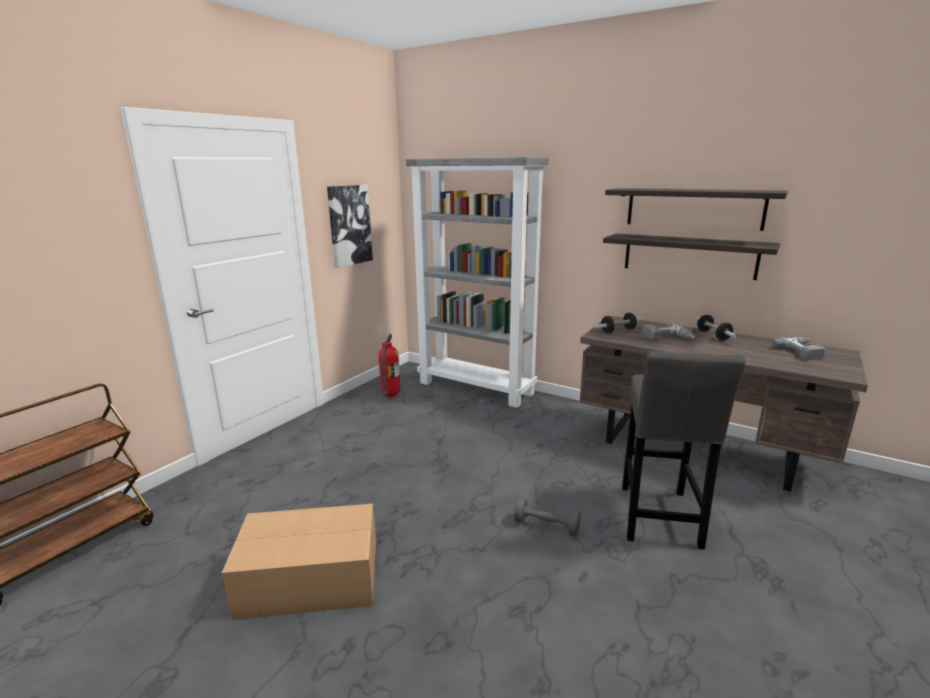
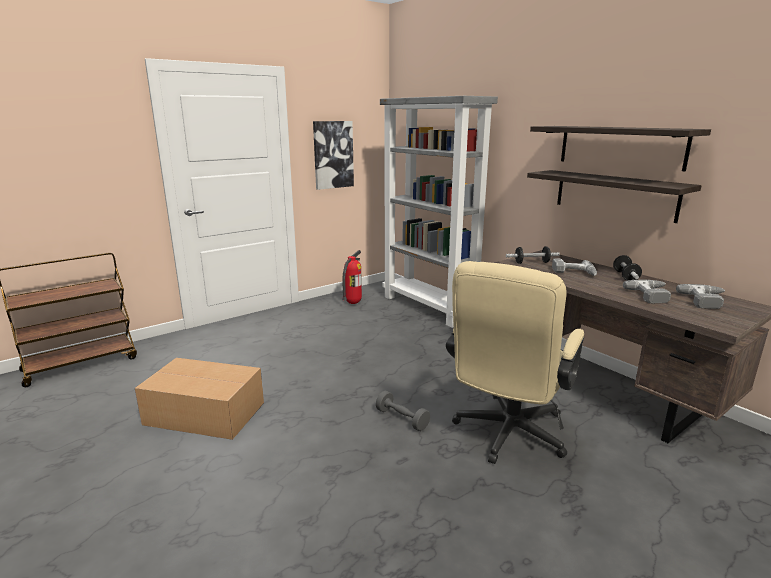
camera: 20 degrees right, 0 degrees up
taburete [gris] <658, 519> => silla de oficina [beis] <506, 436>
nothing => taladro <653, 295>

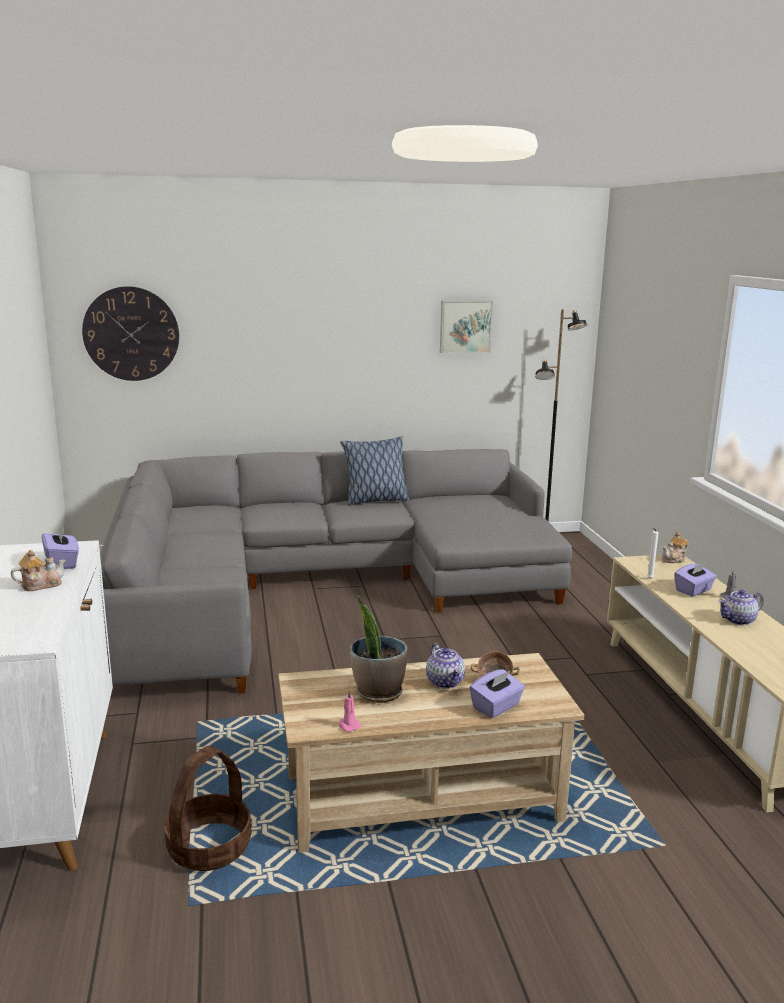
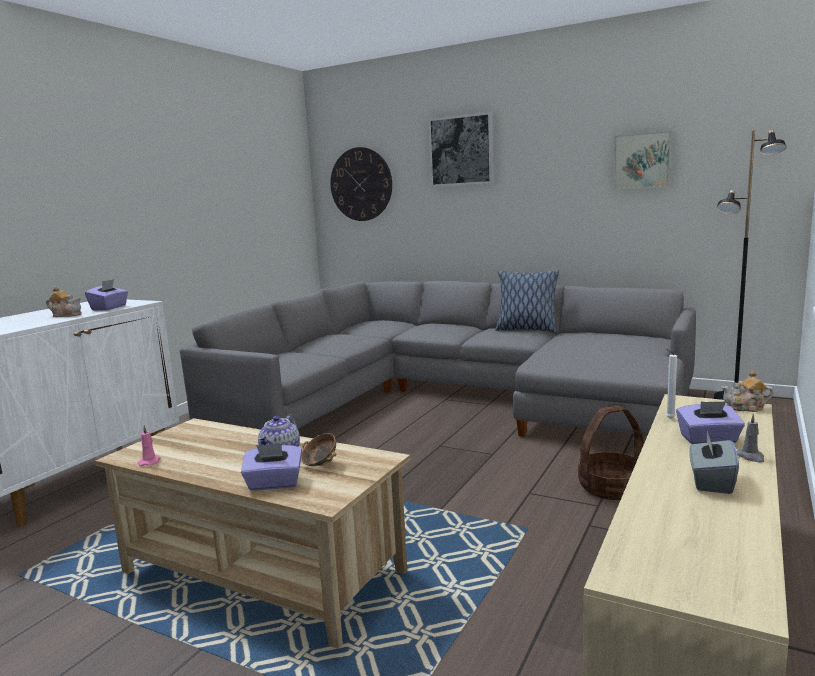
camera: 40 degrees right, 5 degrees down
tetera <738, 620> => caja de pañuelos [gris] <711, 481>
planta en maceta <378, 692> => nothing
cesta <209, 848> => cesta <611, 488>, move
nothing => cuadro <461, 150>

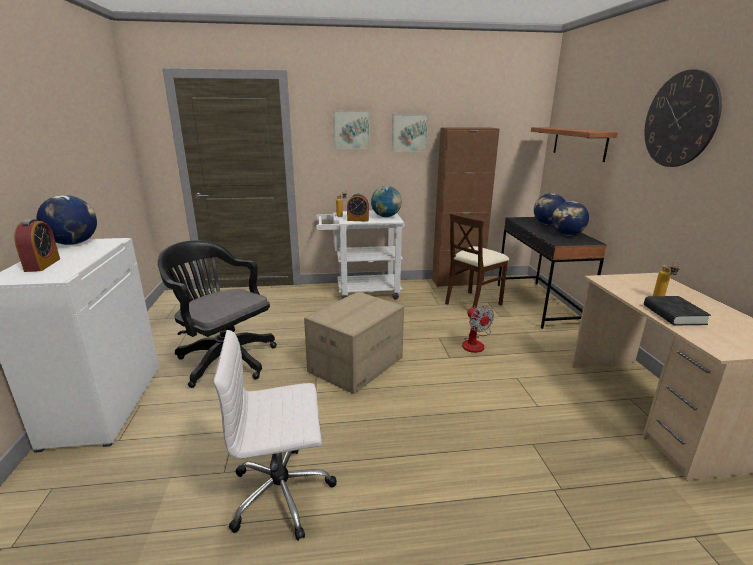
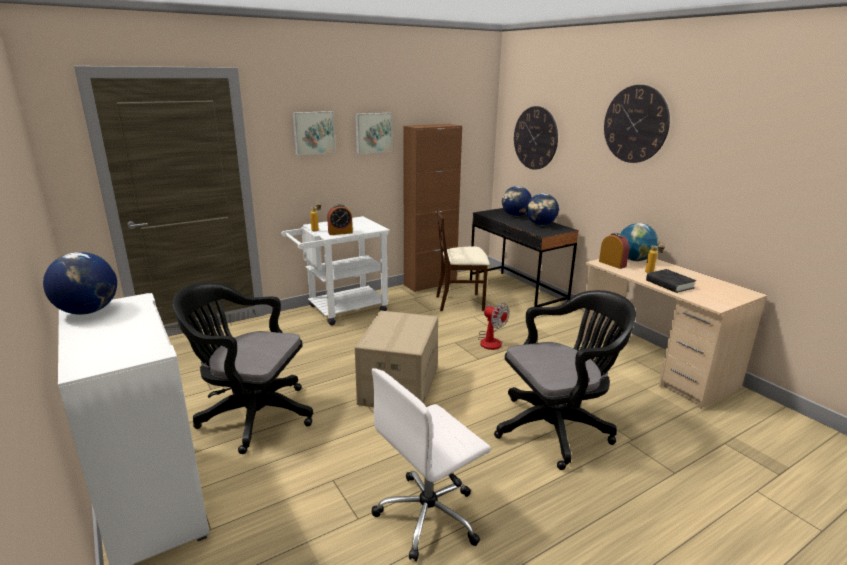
camera: 25 degrees left, 0 degrees up
estante <579, 143> => reloj de pared <535, 138>
globo terráqueo <386, 216> => globo terráqueo <634, 260>, move
silla [beis] <473, 303> => silla [beis] <460, 302>, 60 degrees clockwise
despertador <42, 265> => despertador <612, 264>, move
nothing => silla de oficina [negro] <557, 428>

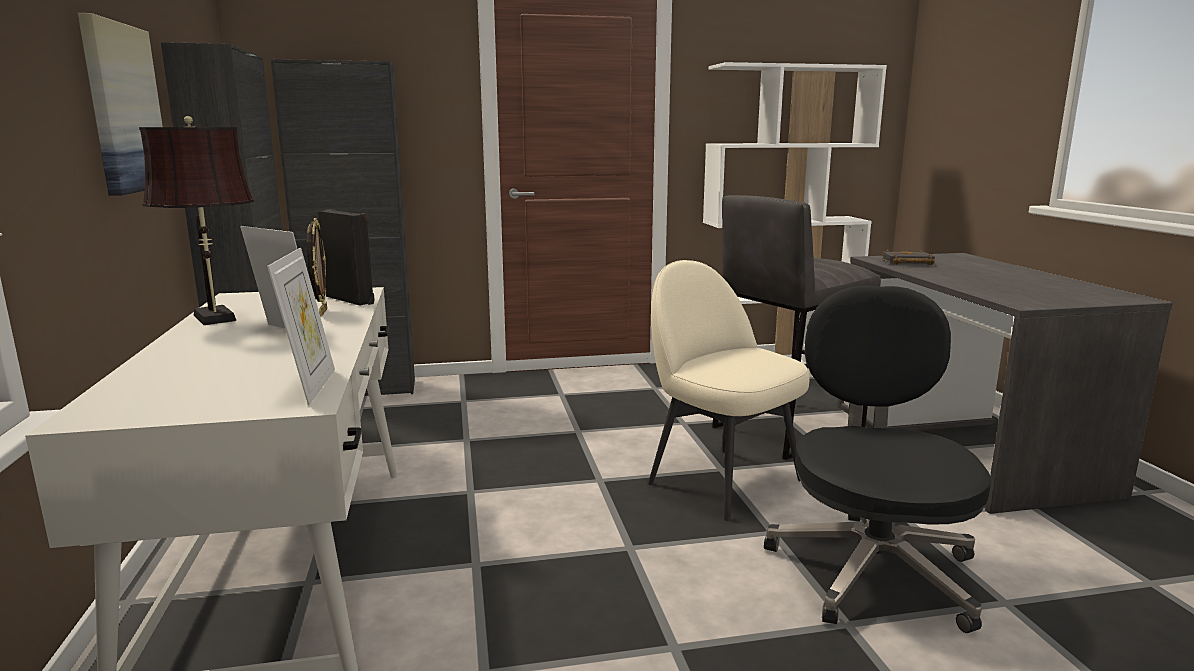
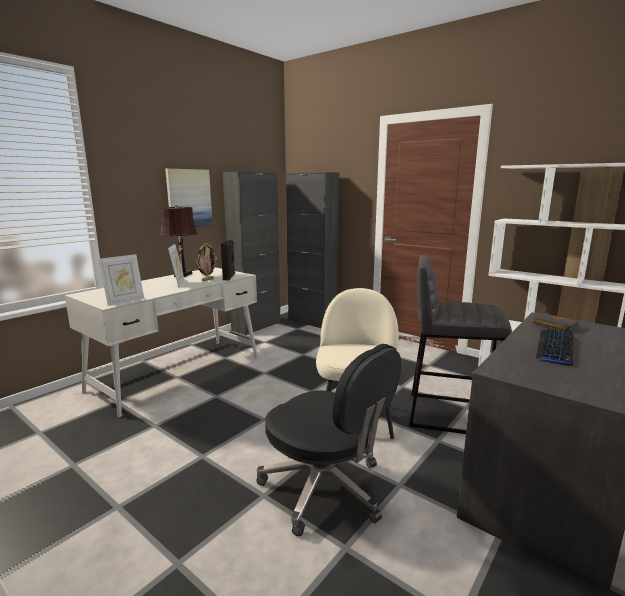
camera: 50 degrees right, 0 degrees up
silla de oficina [negro] <872, 568> => silla de oficina [negro] <325, 488>, 75 degrees clockwise
nothing => teclado <555, 347>

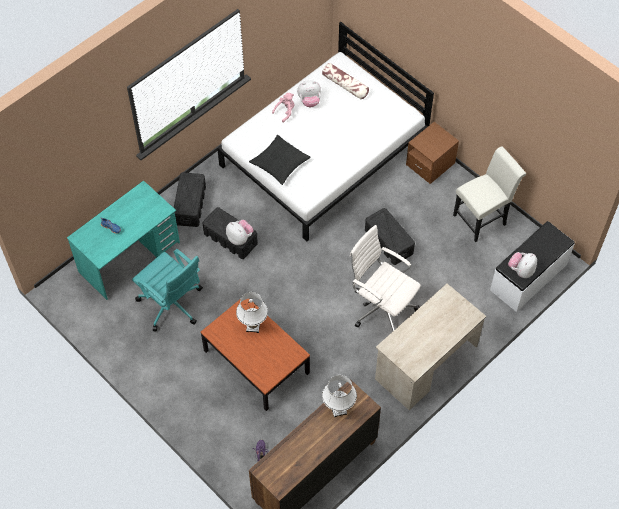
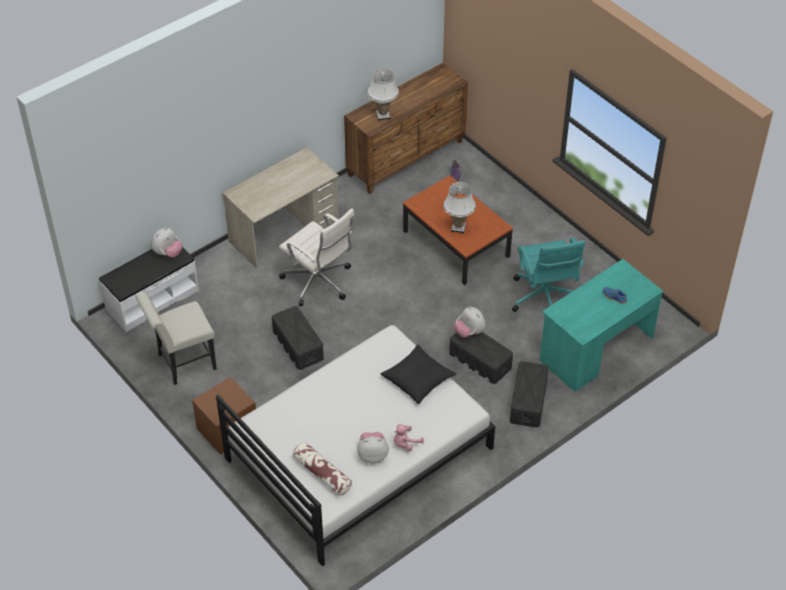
camera: 175 degrees left, 10 degrees down
silla de oficina [turquesa] <172, 305> => silla de oficina [turquesa] <545, 299>, 150 degrees counterclockwise

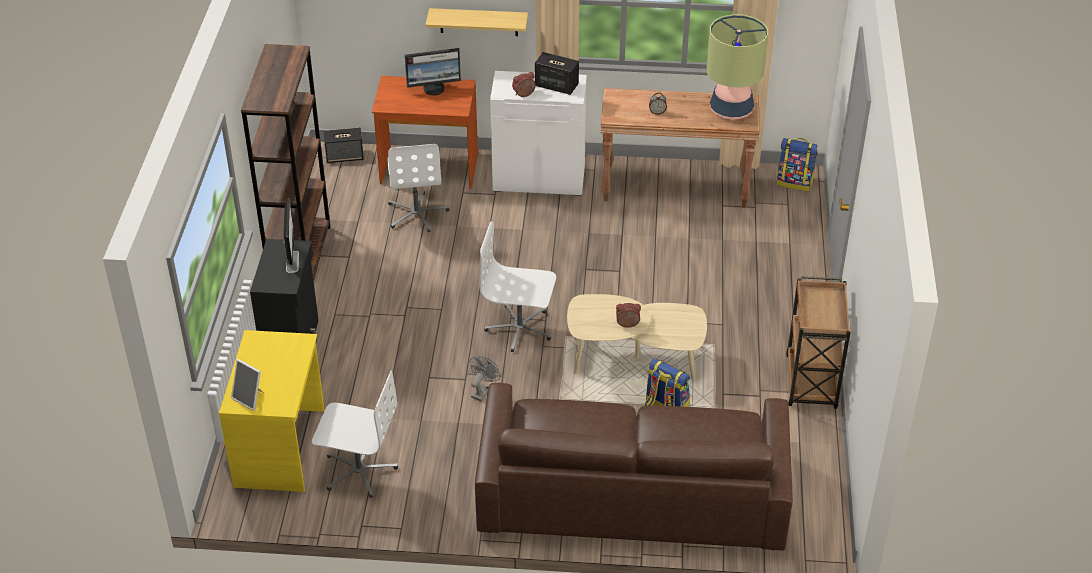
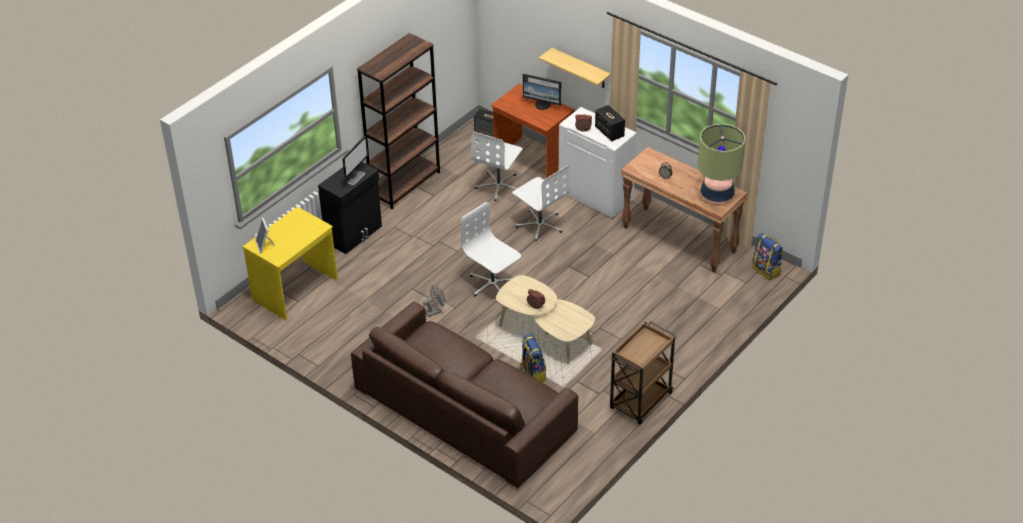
camera: 35 degrees right, 0 degrees up
silla de oficina [blanco] <359, 470> => silla de oficina [blanco] <540, 225>, move

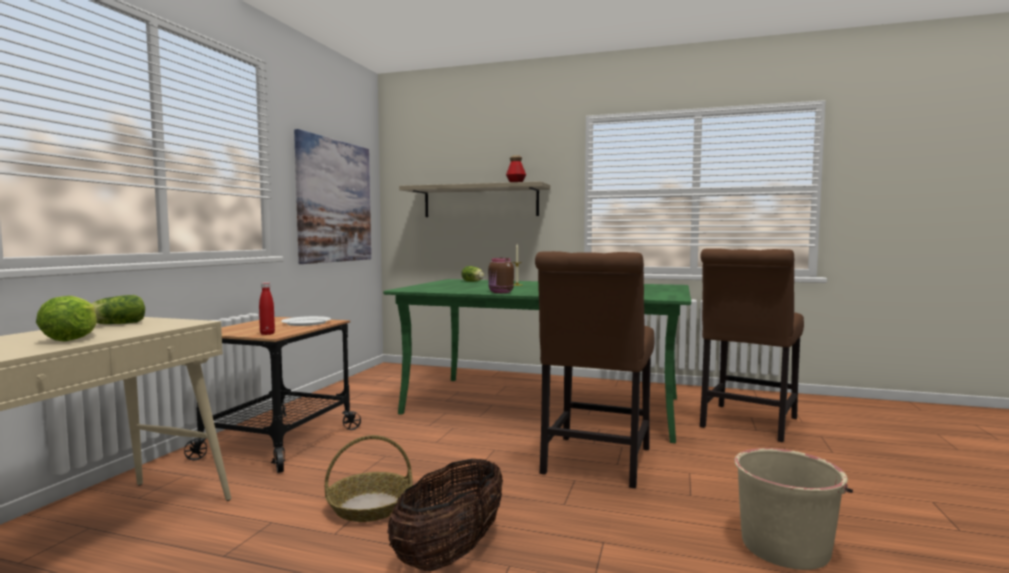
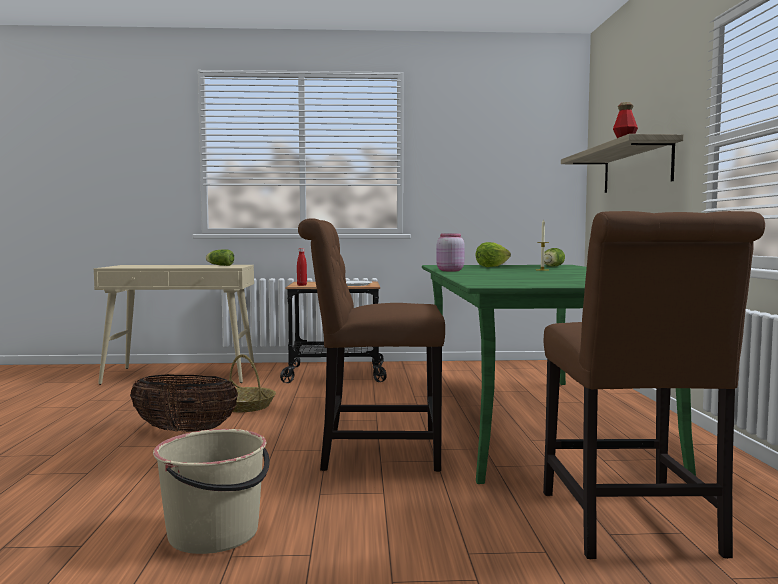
camera: 70 degrees right, 0 degrees up
cuadro <334, 201> => nothing
silla [marrón] <747, 424> => silla [marrón] <631, 528>, 105 degrees counterclockwise
tarro [marrón] <500, 292> => tarro [rosa] <449, 270>
lechuga <71, 338> => lechuga <491, 267>, move

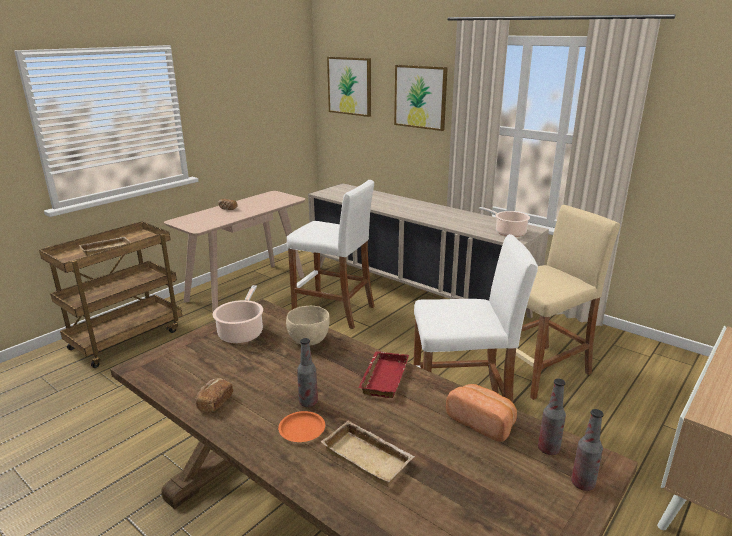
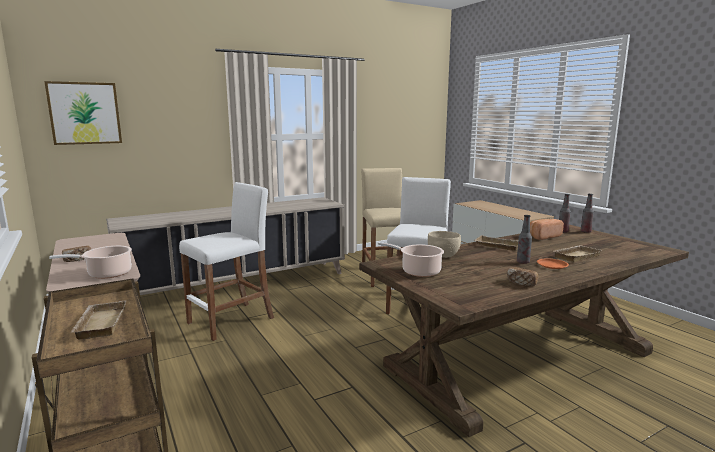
camera: 70 degrees left, 10 degrees down
cuadro <420, 97> => nothing
olla <508, 232> => olla <106, 274>, move
bandeja [rojo] <382, 377> => bandeja [beis] <497, 246>

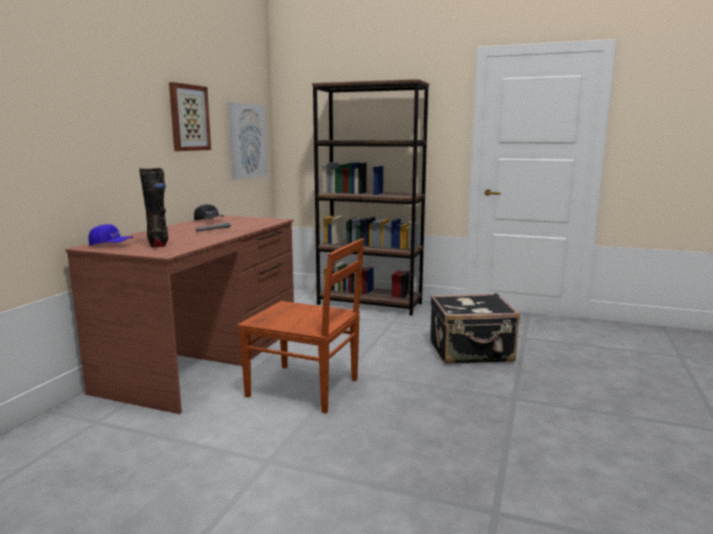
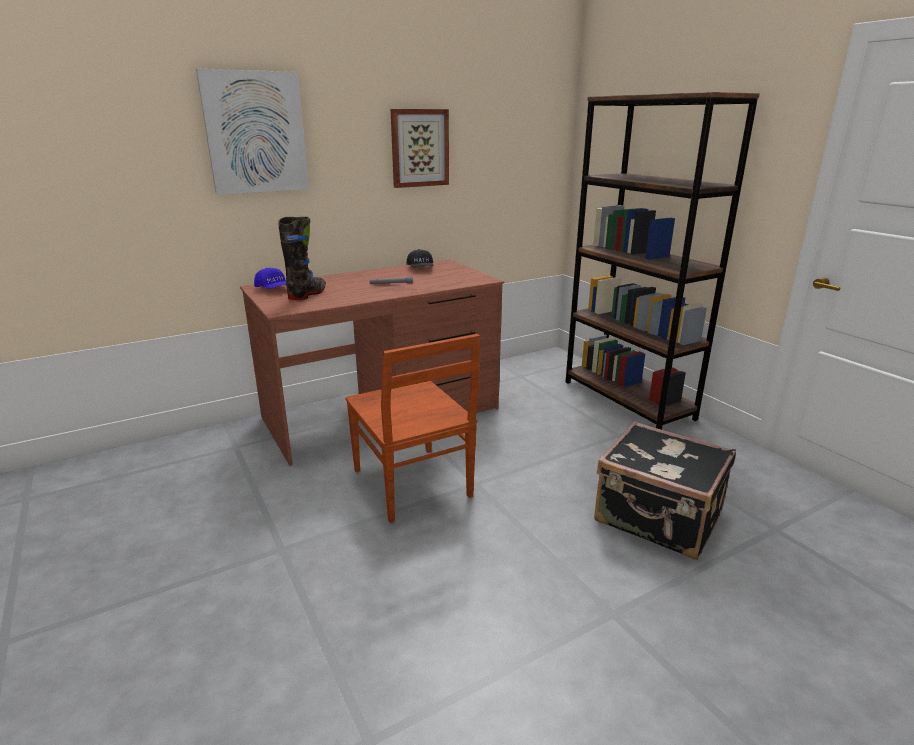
camera: 40 degrees right, 10 degrees up
cuadro <247, 141> => cuadro <255, 133>, move

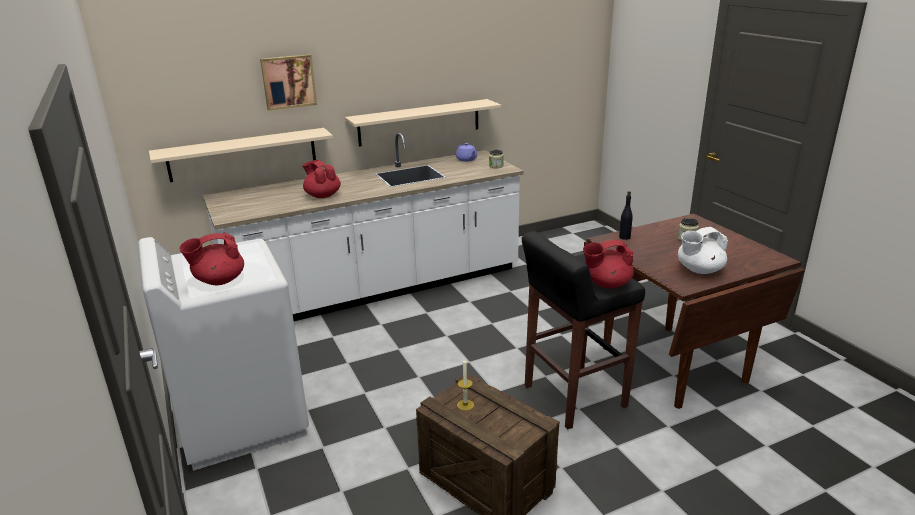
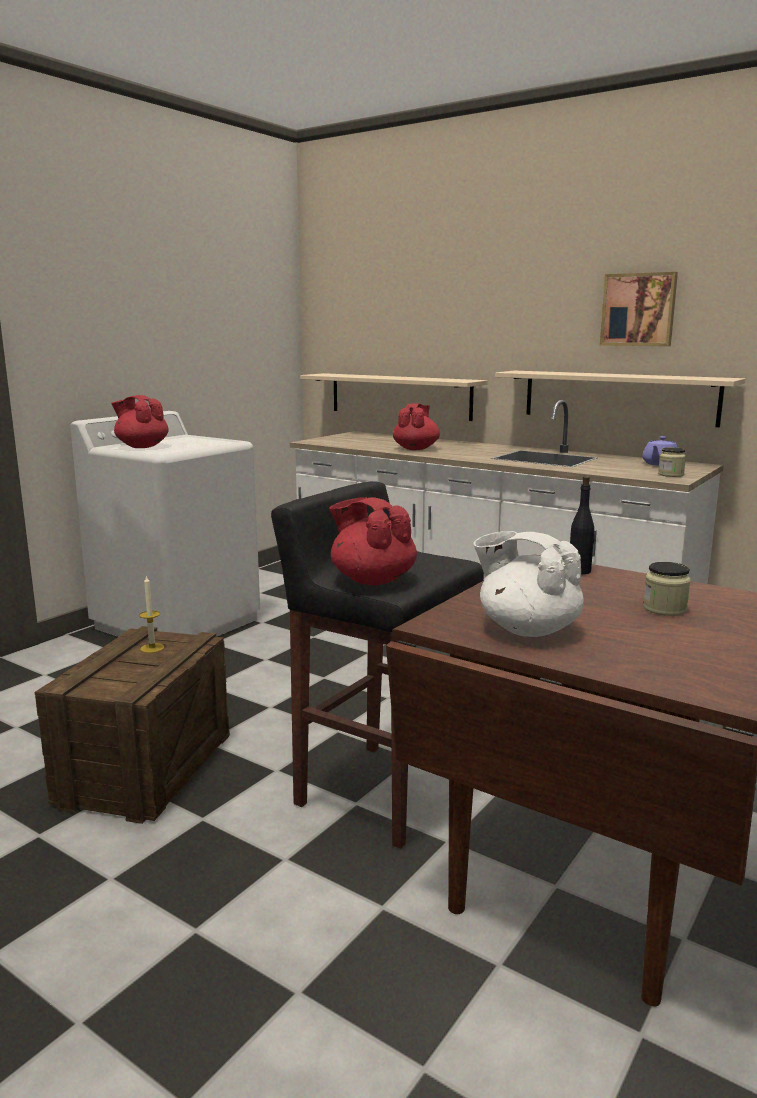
camera: 60 degrees right, 10 degrees down
cuadro <288, 81> => cuadro <638, 310>, move

